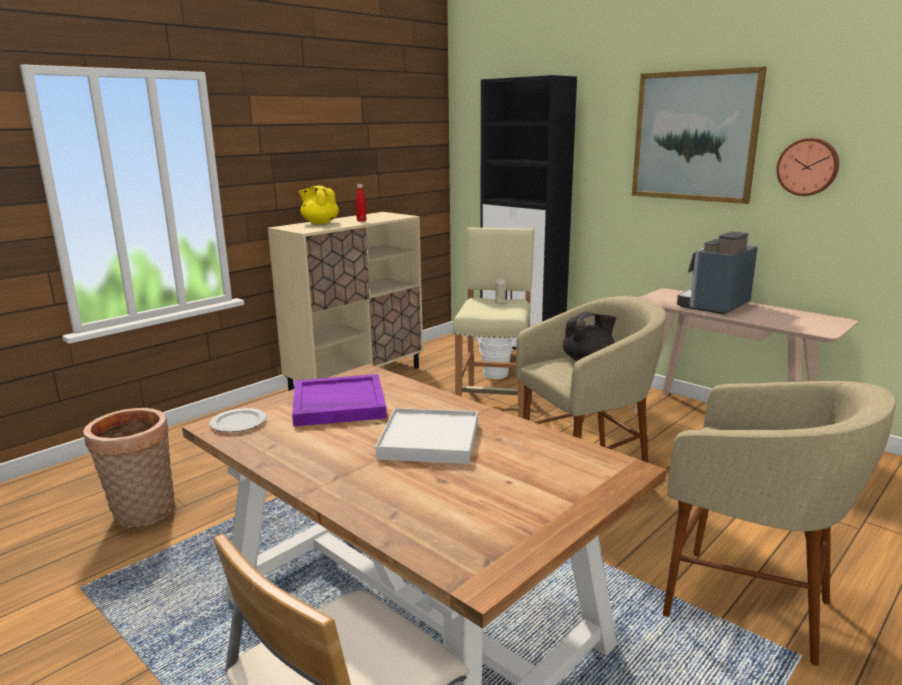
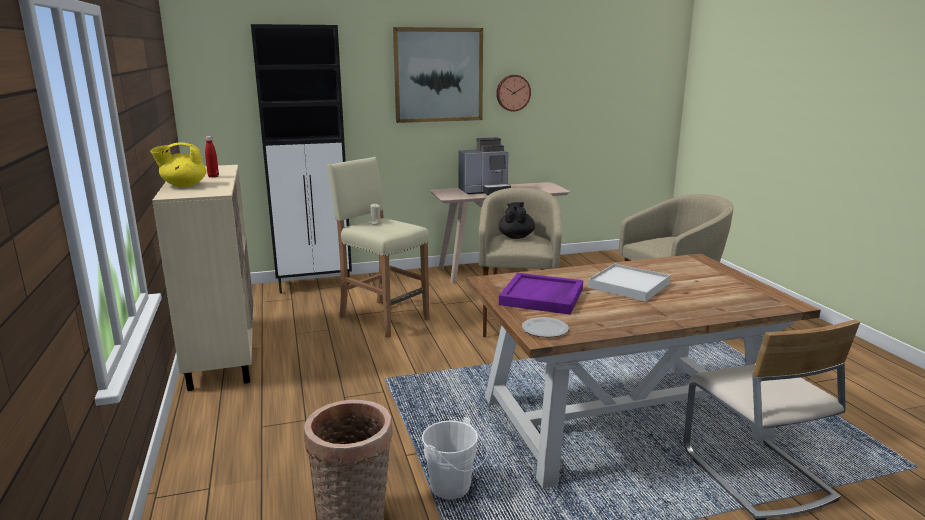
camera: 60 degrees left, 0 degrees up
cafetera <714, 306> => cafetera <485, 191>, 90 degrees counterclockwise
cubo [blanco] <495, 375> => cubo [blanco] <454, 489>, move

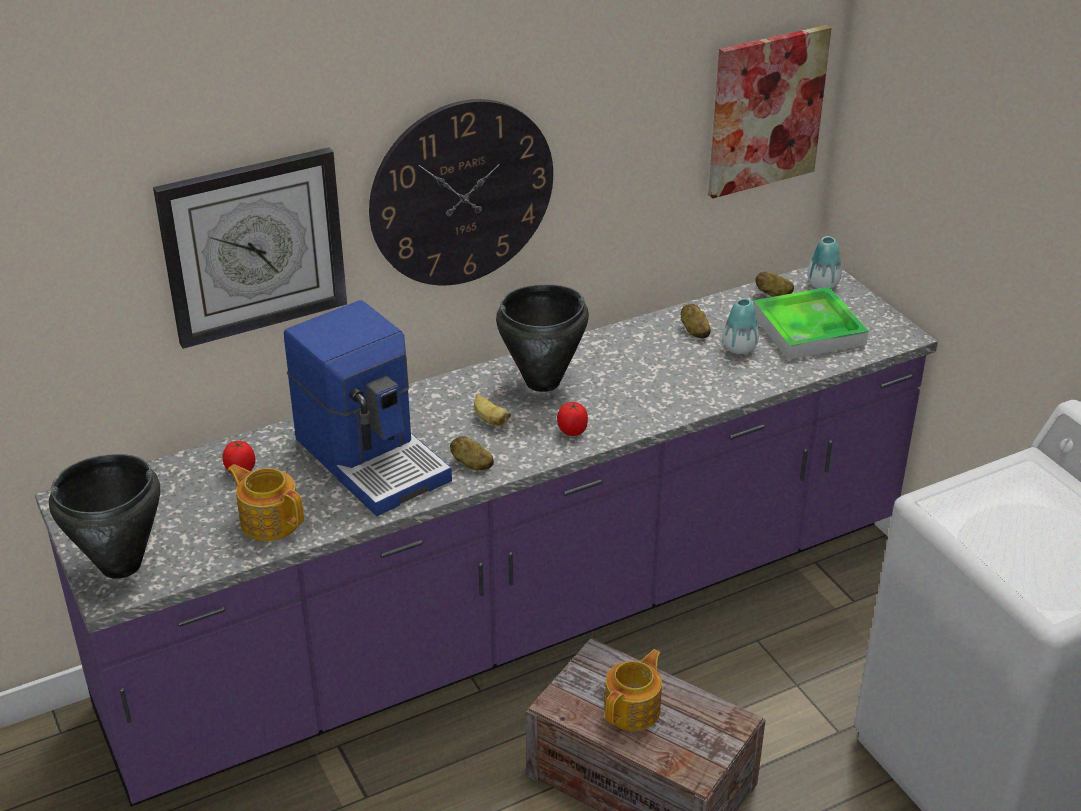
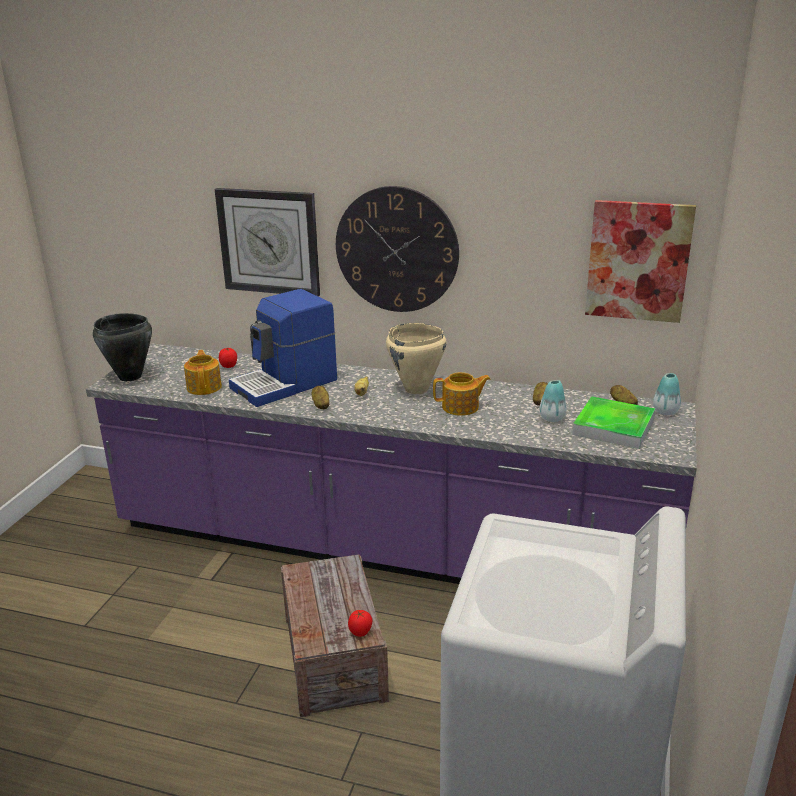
camera: 45 degrees right, 10 degrees down
olla [negro] <543, 382> => olla [beis] <416, 389>
cafetera <373, 458> => cafetera <286, 384>, 45 degrees clockwise
tomate <572, 431> => tomate <360, 632>, move
tetera <633, 709> => tetera <461, 407>, move

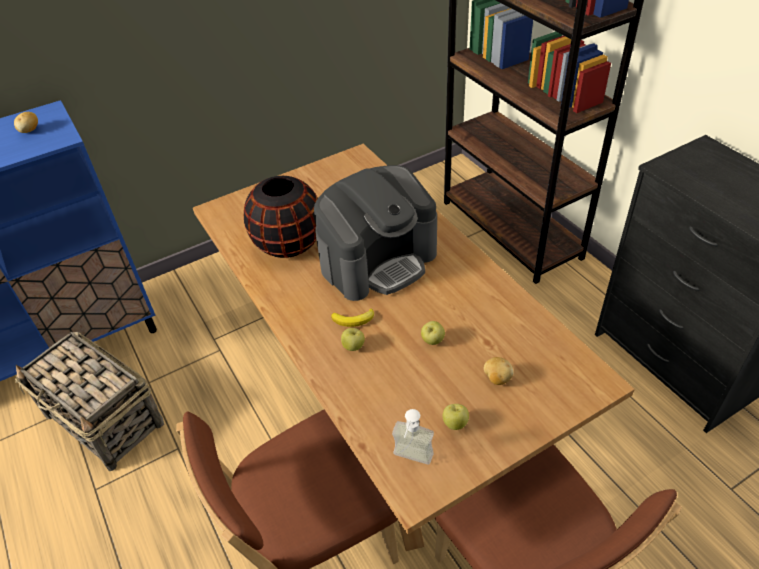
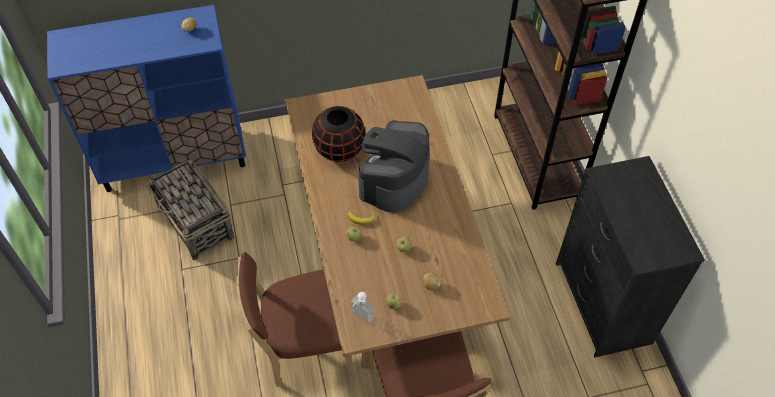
camera: 15 degrees right, 10 degrees up
cafetera <378, 260> => cafetera <393, 180>, 135 degrees clockwise

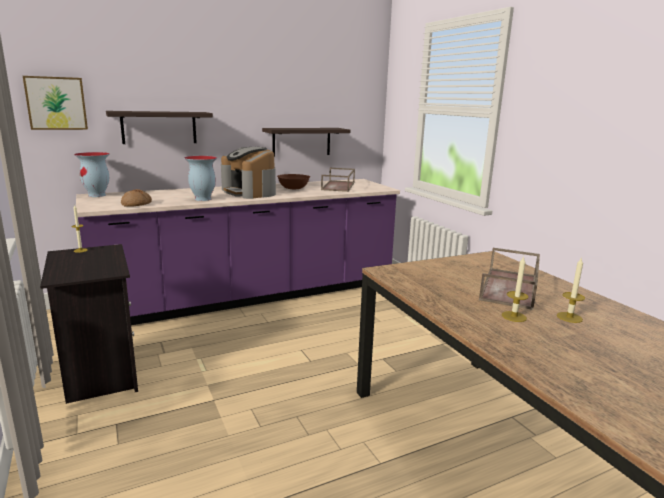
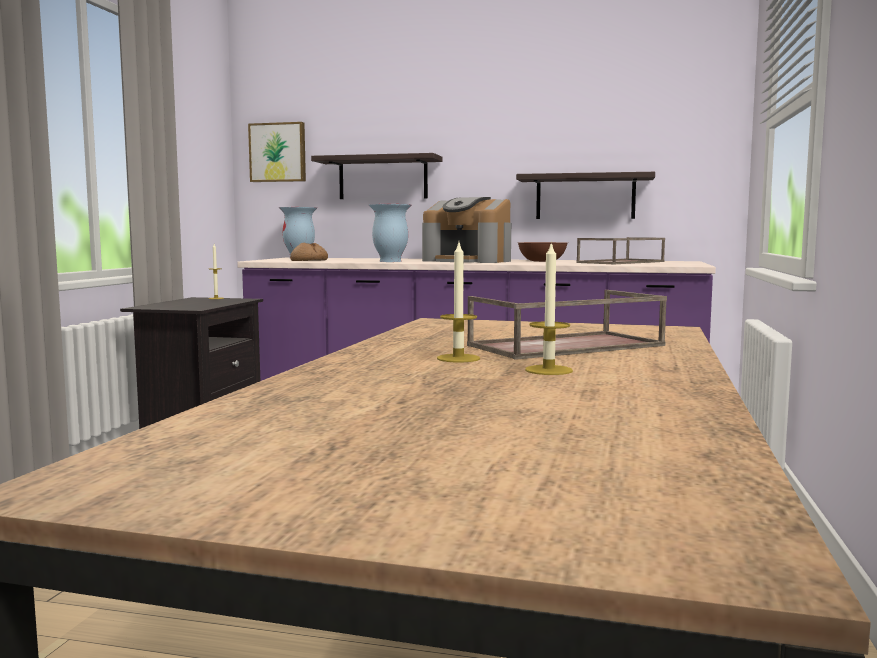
camera: 40 degrees right, 10 degrees down
cafetera <249, 192> => cafetera <468, 261>, 60 degrees counterclockwise

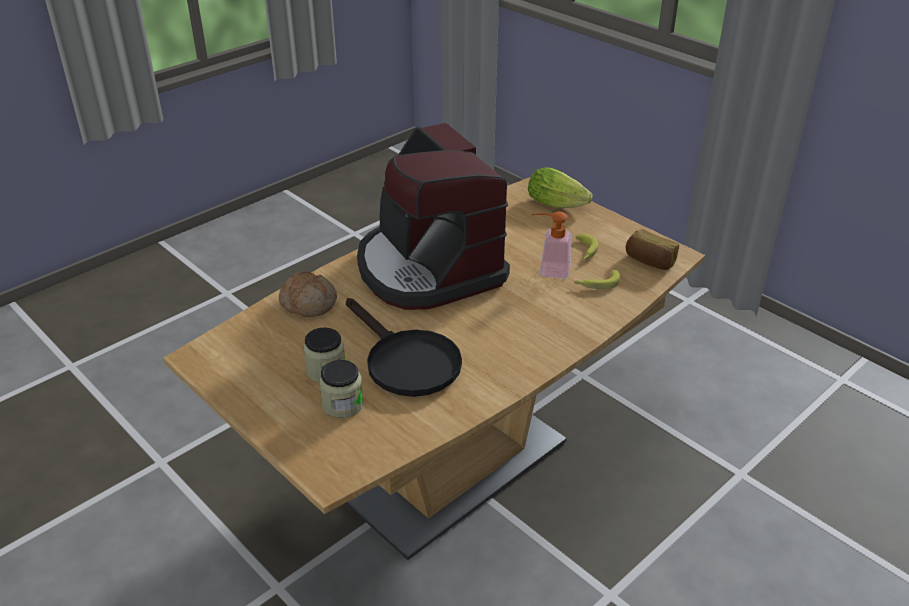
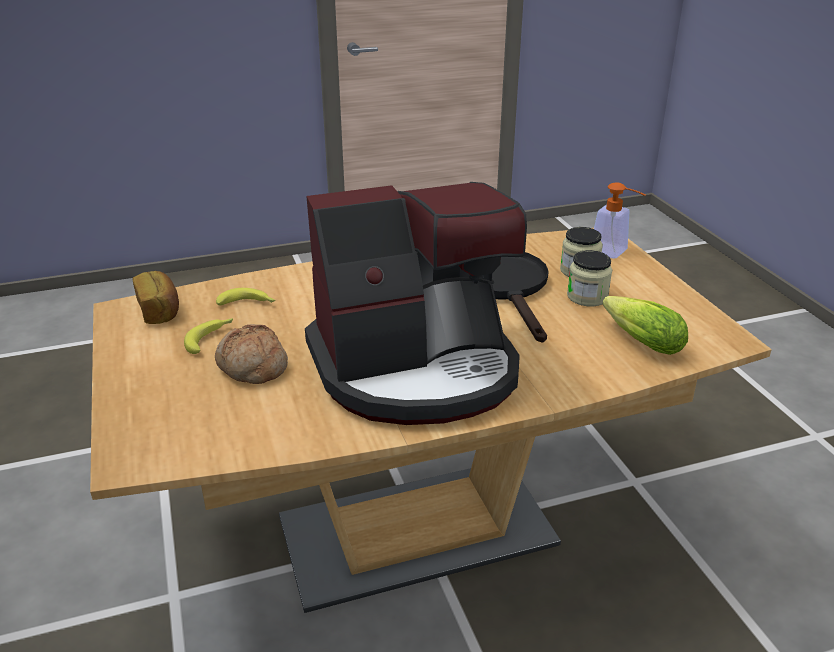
camera: 155 degrees left, 5 degrees down
cafetera <428, 268> => cafetera <416, 369>, 75 degrees clockwise
lechuga <559, 204> => lechuga <638, 340>, move
dispensador de jabón <548, 270> => dispensador de jabón <614, 253>, move
pan <309, 303> => pan <252, 367>, move

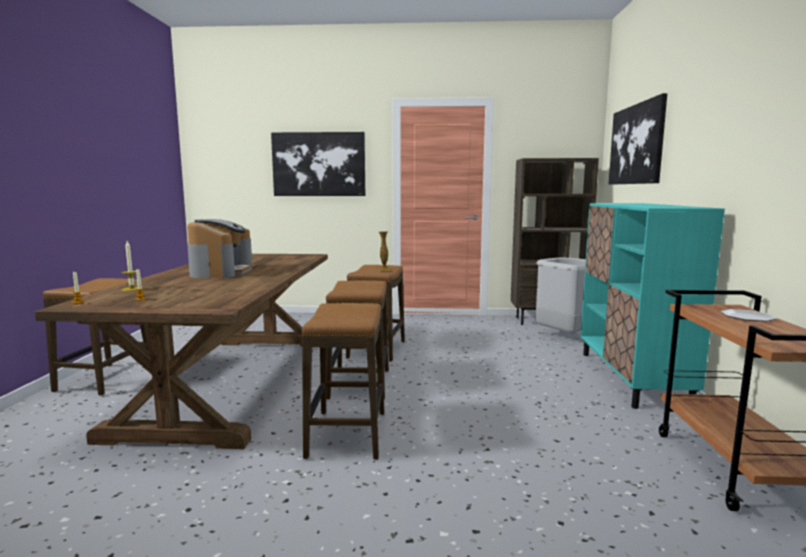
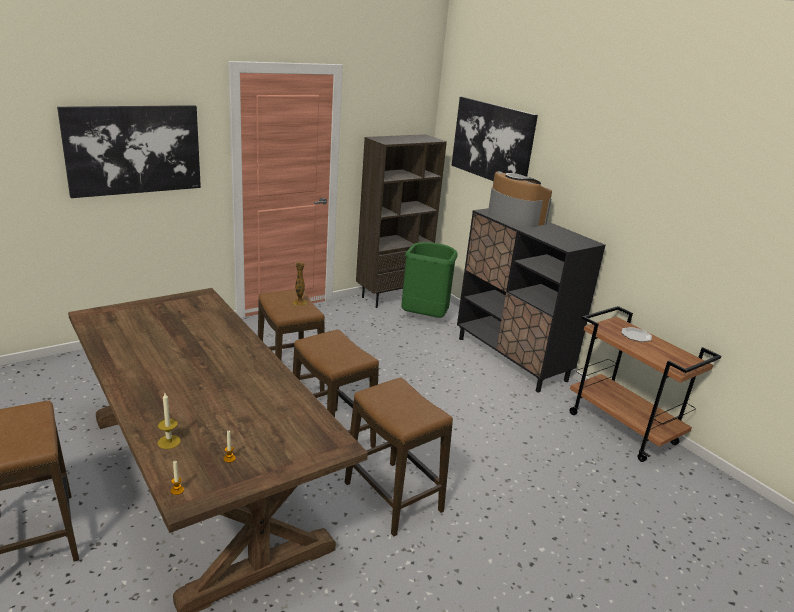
camera: 40 degrees left, 15 degrees up
armario [turquesa] <631, 378> => armario [negro] <511, 359>
cafetera <221, 271> => cafetera <515, 217>, move
papelera [gris] <564, 337> => papelera [verde] <425, 317>

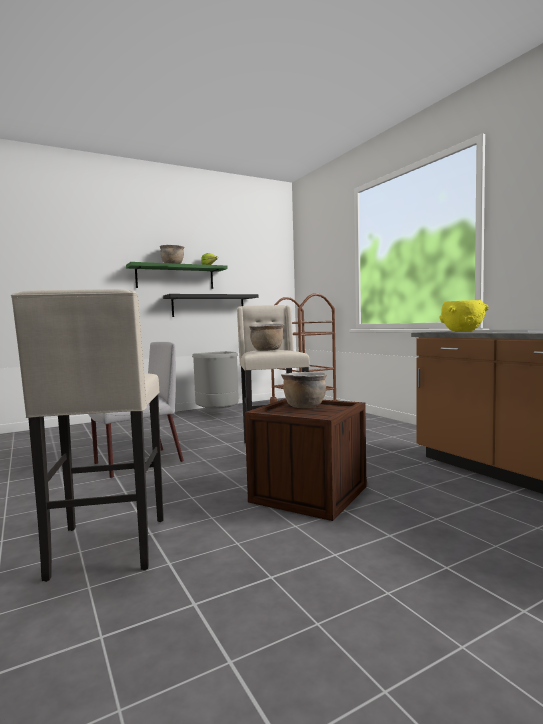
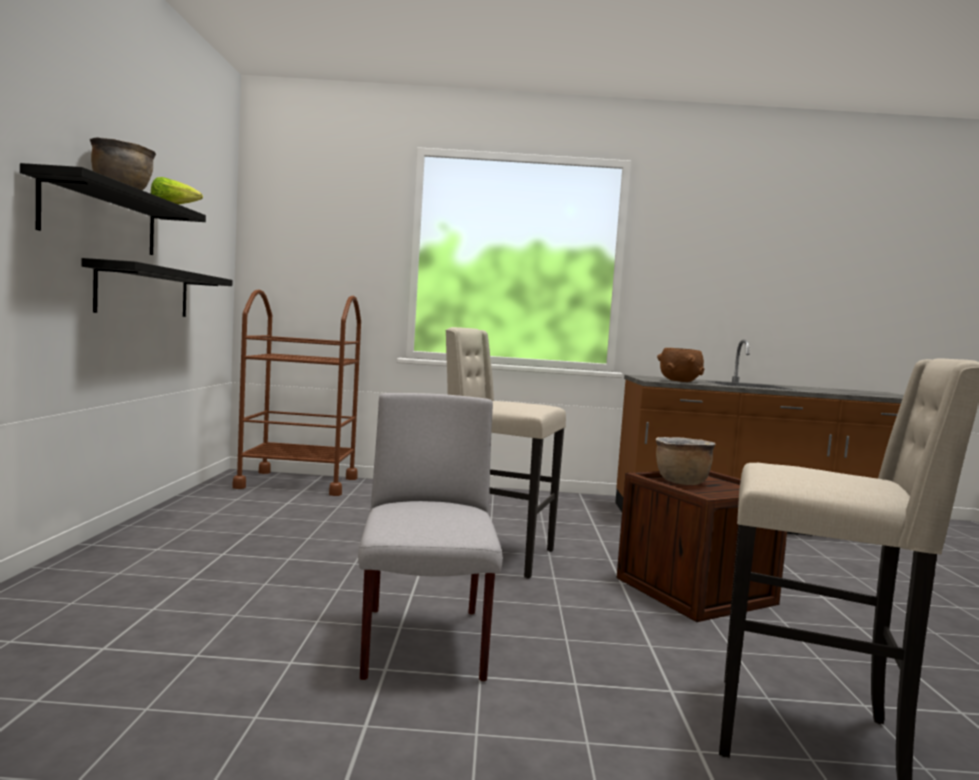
camera: 60 degrees left, 0 degrees up
estante [verde] <175, 277> => estante [negro] <102, 218>
cuenco [amarillo] <462, 331> => cuenco [marrón] <679, 381>
olla [marrón] <267, 350> => nothing
papelera [gris] <219, 414> => nothing

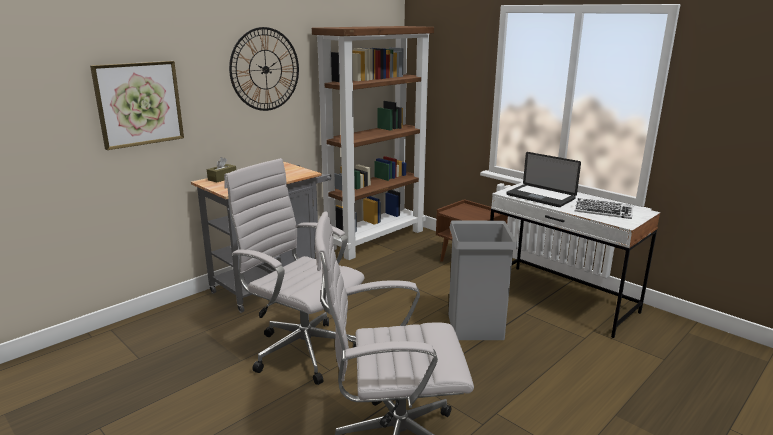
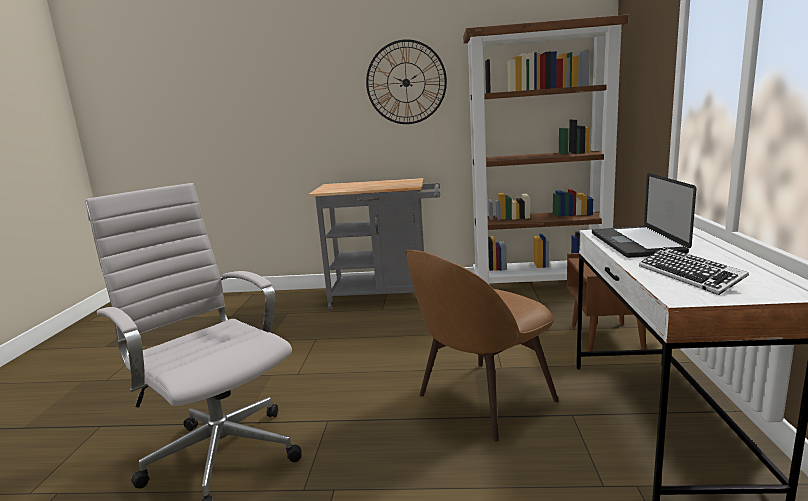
camera: 50 degrees right, 5 degrees down
cuadro <139, 104> => nothing
caja de pañuelos [marrón] <222, 178> => nothing
silla de oficina [blanco] <301, 350> => nothing
papelera [gris] <475, 326> => silla [marrón] <482, 400>

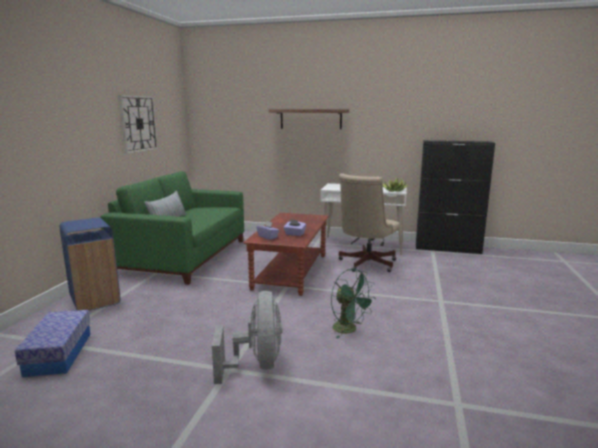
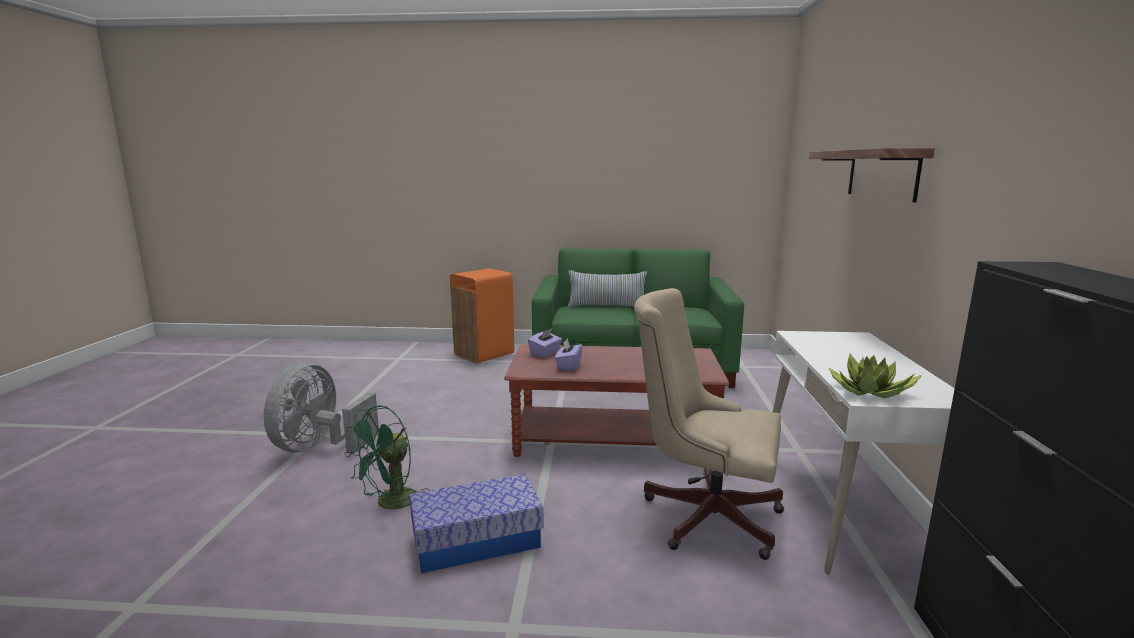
camera: 80 degrees right, 0 degrees up
reloj de pared <138, 123> => nothing
papelera [azul] <95, 300> => papelera [naranja] <484, 354>
ventilador [gris] <256, 365> => ventilador [gris] <319, 447>, 120 degrees clockwise
caja de almacenaje <59, 354> => caja de almacenaje <477, 540>, move

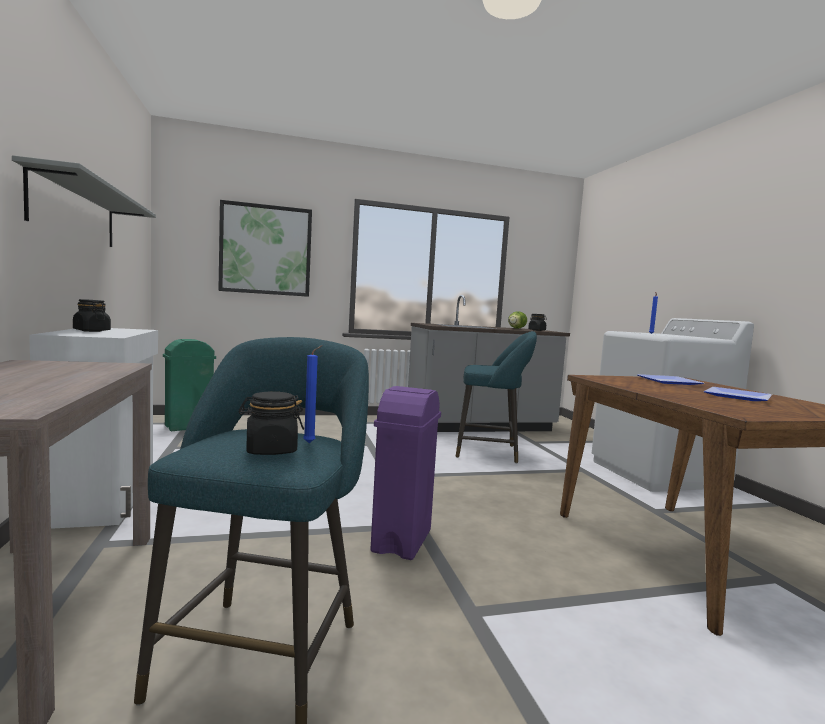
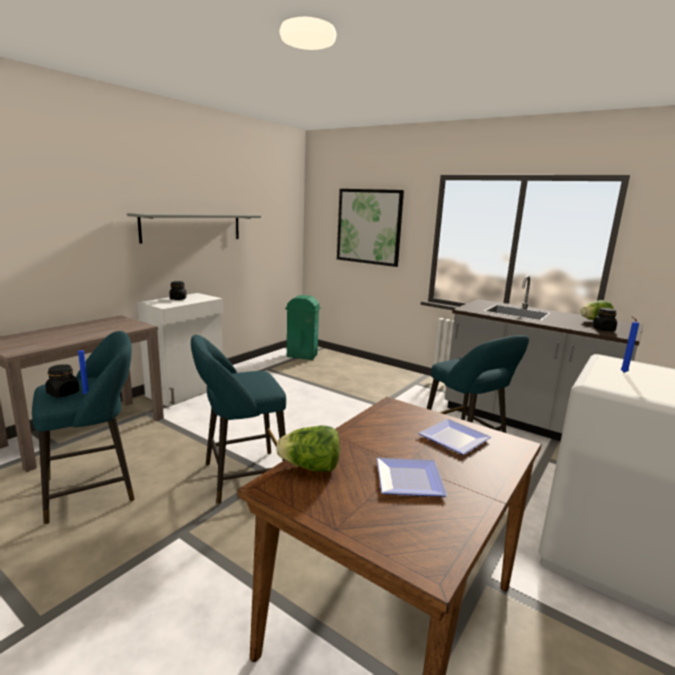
camera: 50 degrees right, 10 degrees up
papelera [morado] <401, 541> => taburete [turquesa] <240, 477>
nothing => lechuga <310, 467>

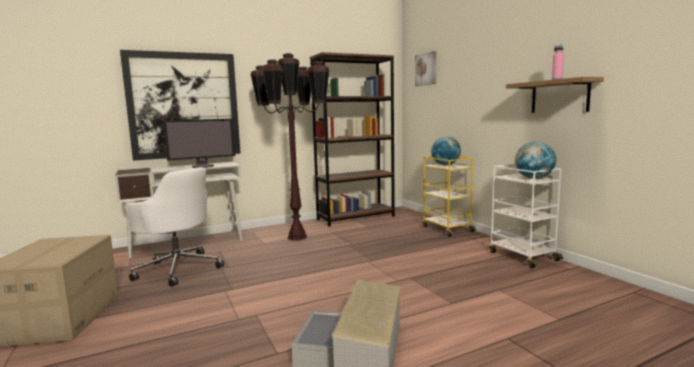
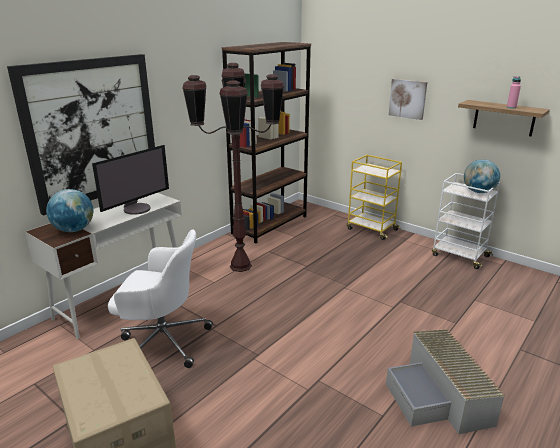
camera: 25 degrees left, 15 degrees up
cuadro <426, 69> => cuadro <408, 98>, move
globo terráqueo <445, 165> => globo terráqueo <74, 230>, move

